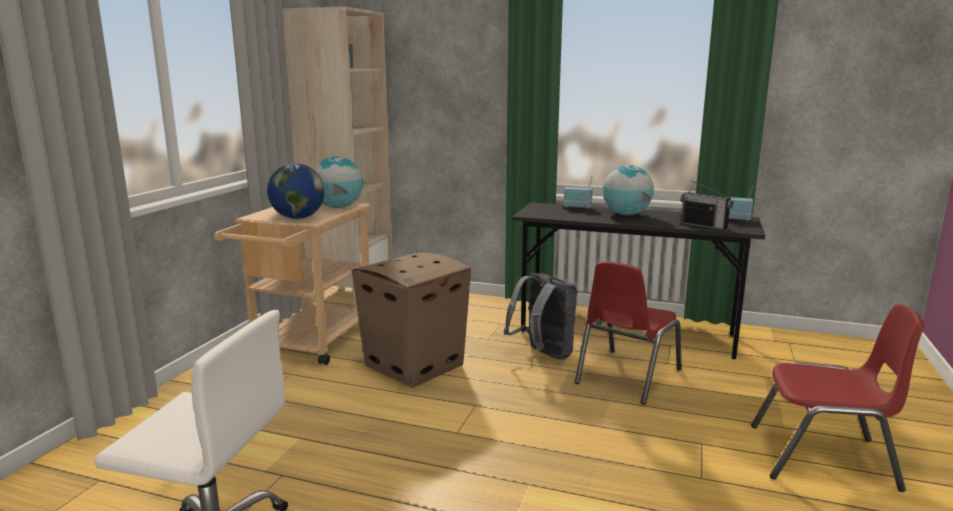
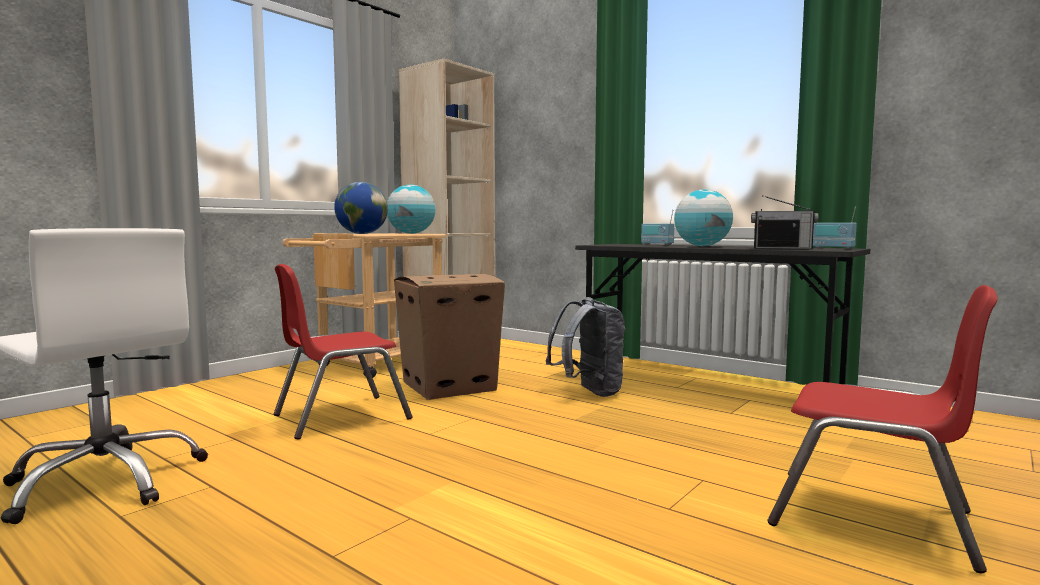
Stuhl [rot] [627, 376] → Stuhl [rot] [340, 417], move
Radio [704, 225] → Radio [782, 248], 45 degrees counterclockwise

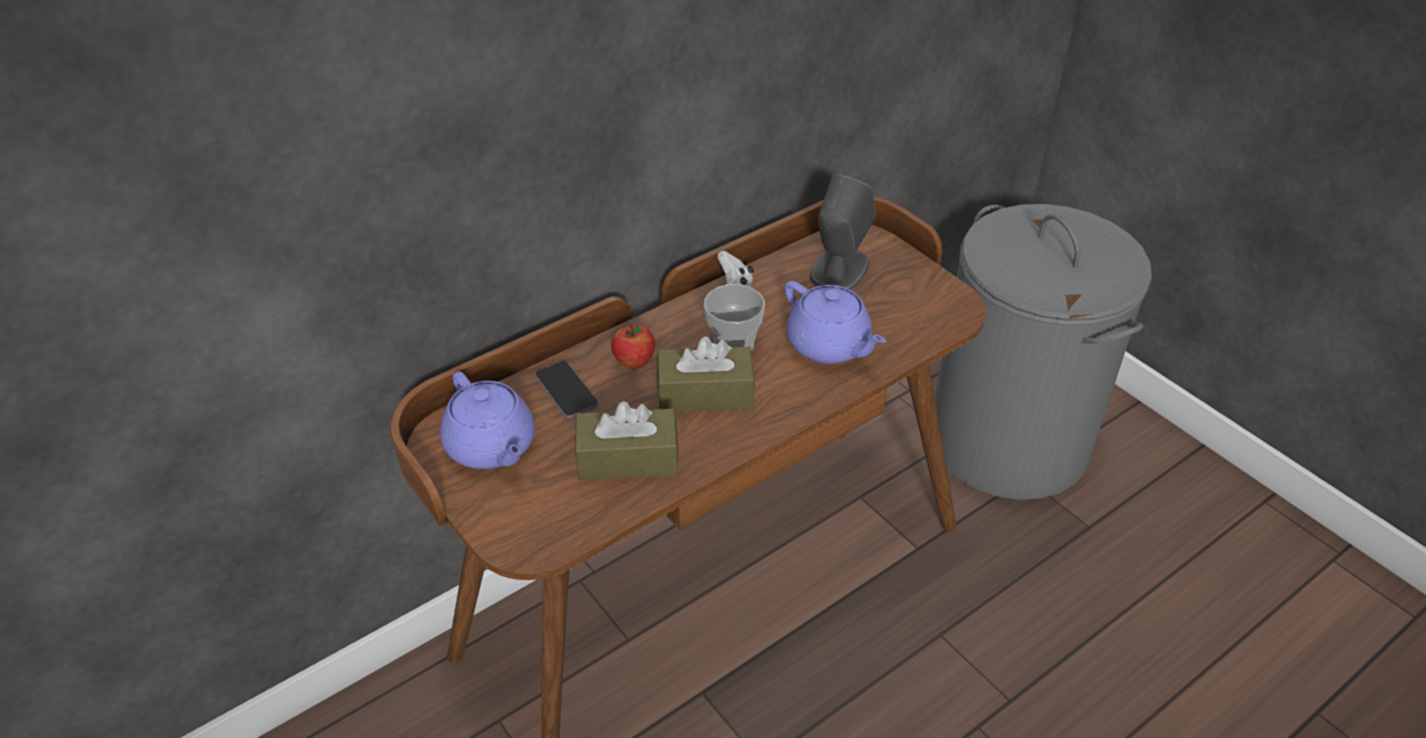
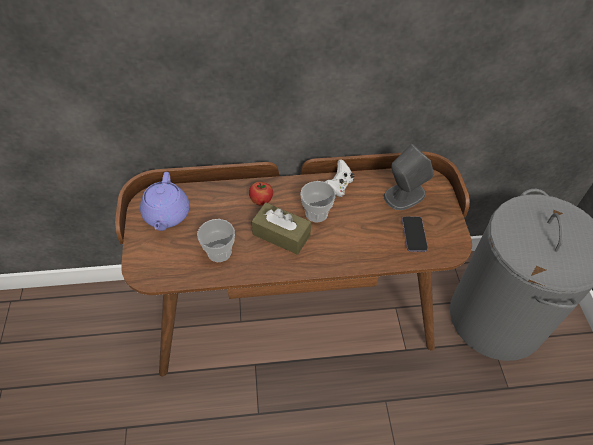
Teekanne [lila] [829, 346] → -
Handy [566, 391] → Handy [414, 234], move
Taschentuchbox [braun] [627, 459] → Tasse [219, 252]

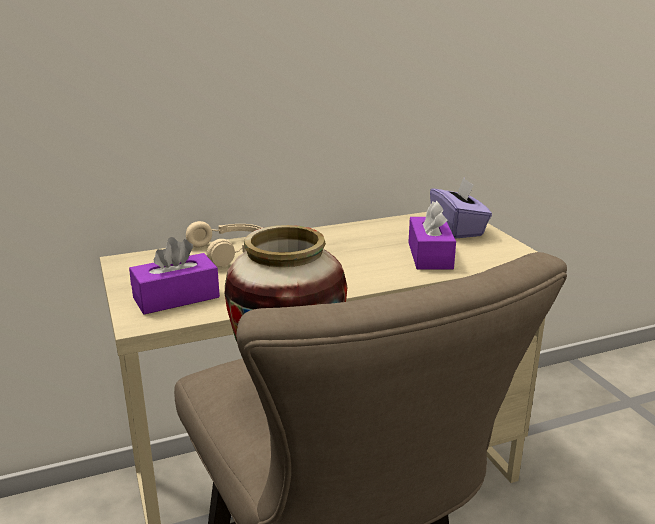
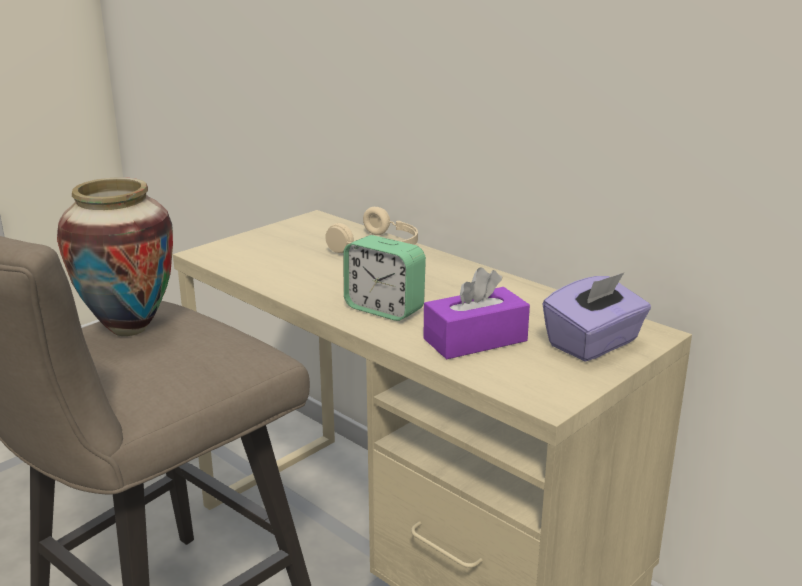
Taschentuchbox [lila] [176, 297] → -
- → Wecker [384, 309]

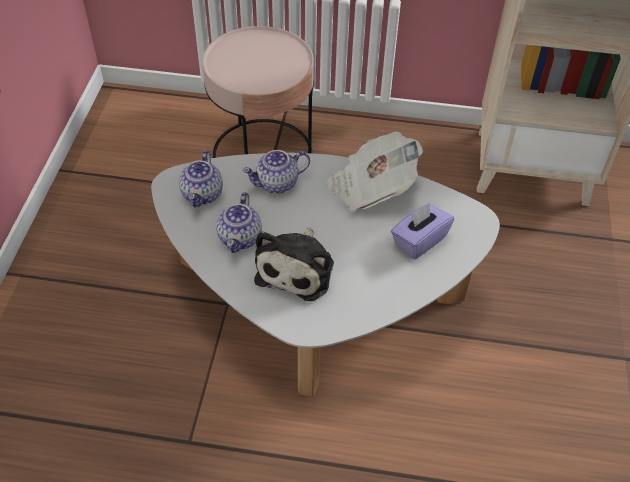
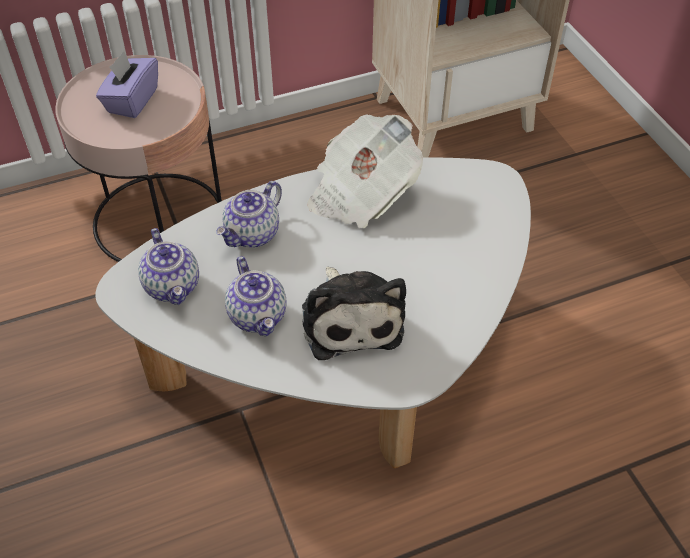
Taschentuchbox [lila] [419, 241] → Taschentuchbox [lila] [132, 100], move

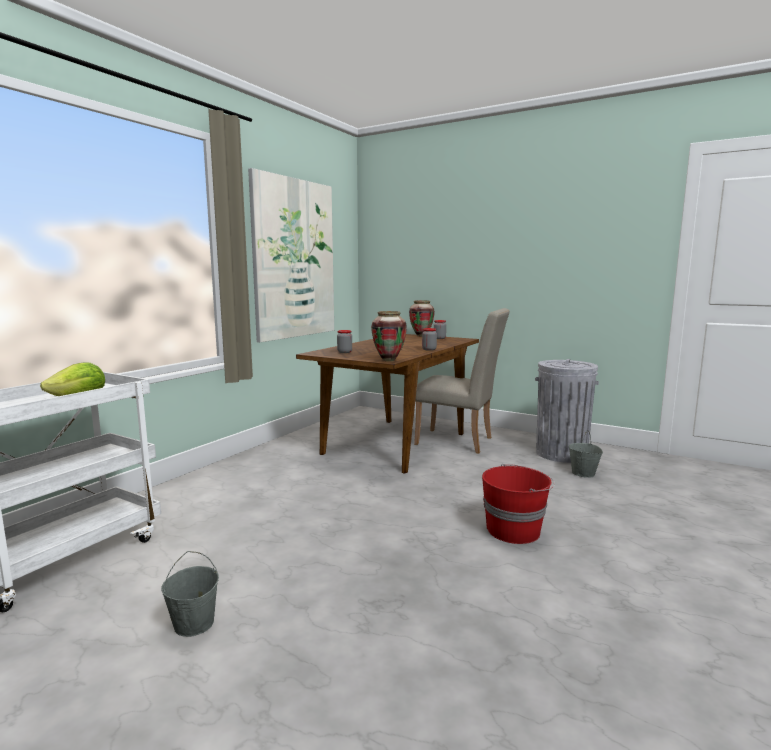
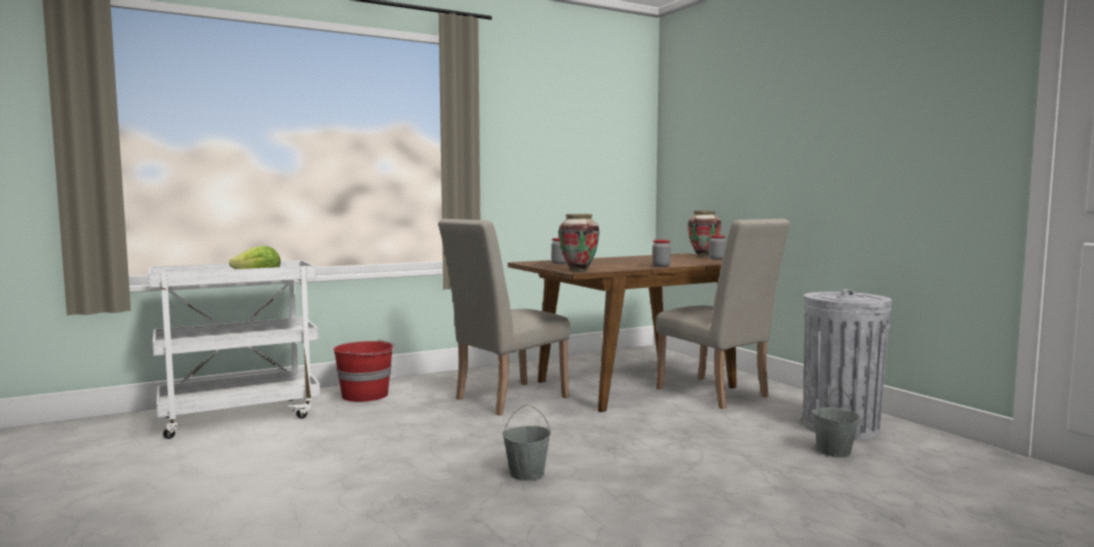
Bild [294, 259] → -
- → Stuhl [beige] [504, 399]
Eimer [grau] [194, 623] → Eimer [grau] [527, 474], move
Eimer [rot] [514, 530] → Eimer [rot] [366, 395], move

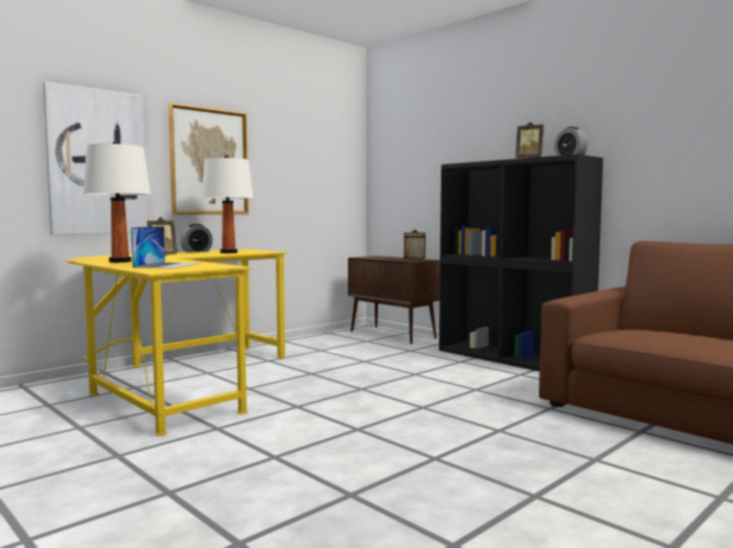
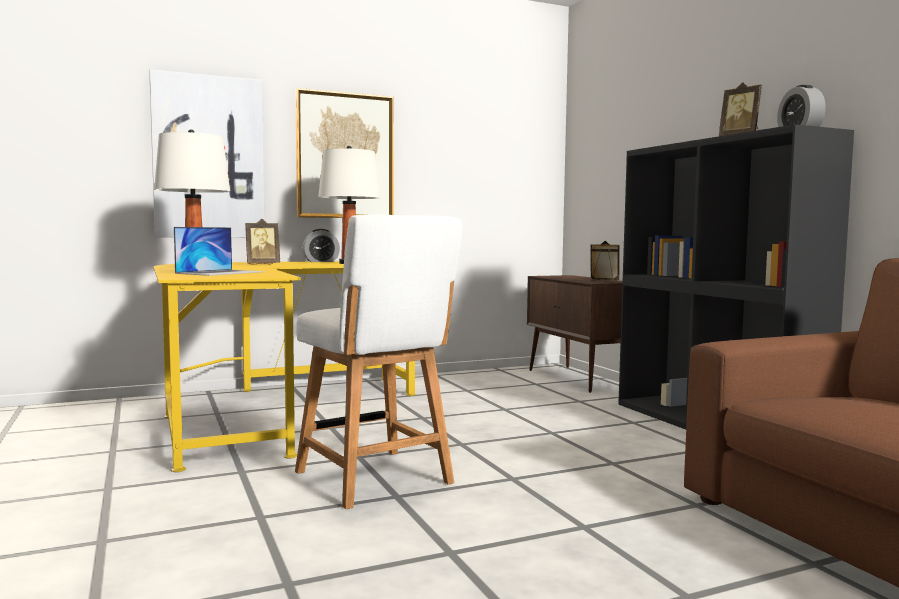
- → Stuhl [weiß] [377, 480]

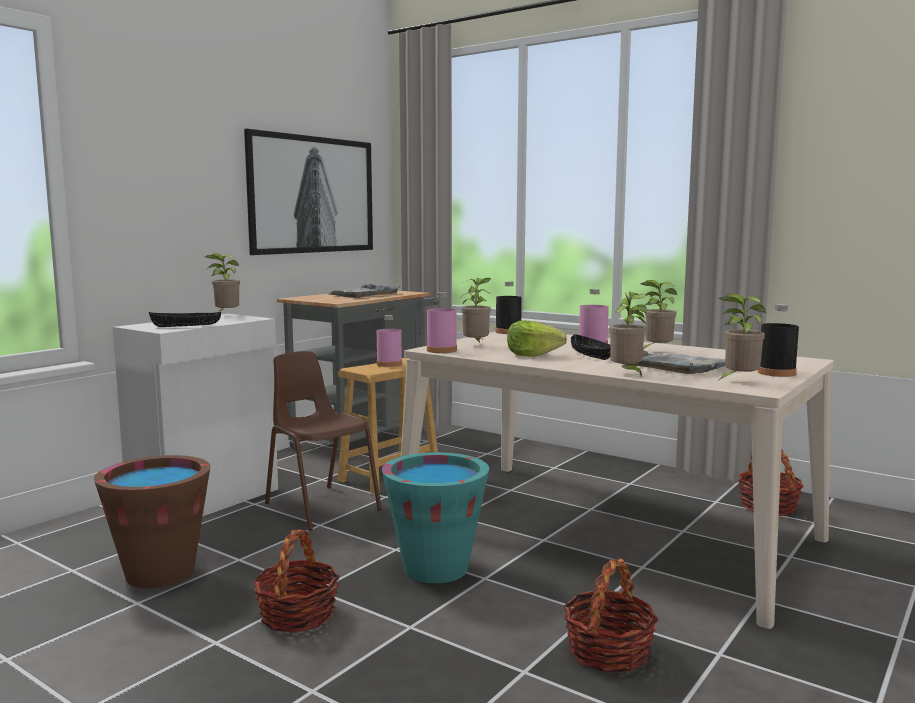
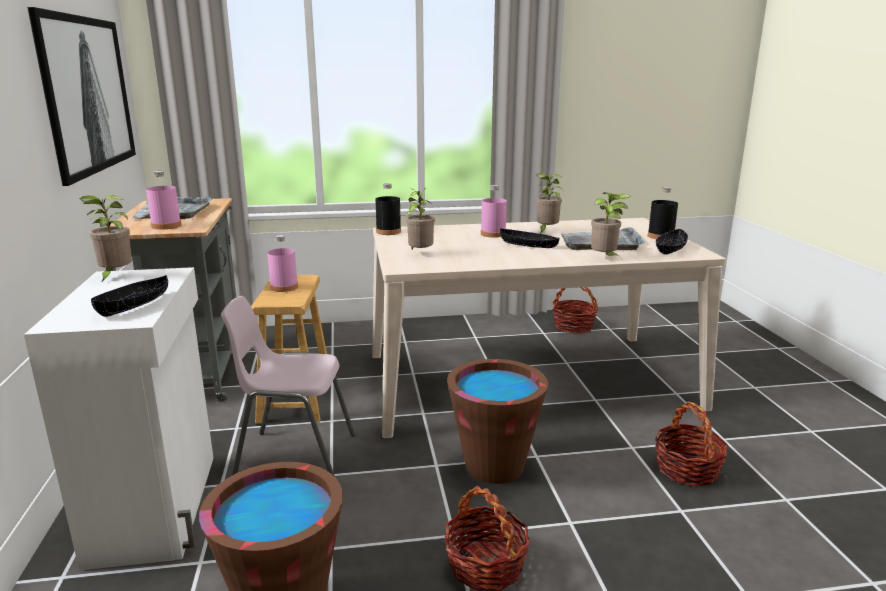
Salatkopf [533, 355] → -
Flasche [rosa] [441, 350] → Flasche [rosa] [166, 226], move
Topfpflanze [738, 381] → Schüssel [schwarz] [670, 249]
Stuhl [braun] [321, 506] → Stuhl [rosa] [295, 456]
Eimer [türkis] [436, 568] → Eimer [braun] [494, 466]

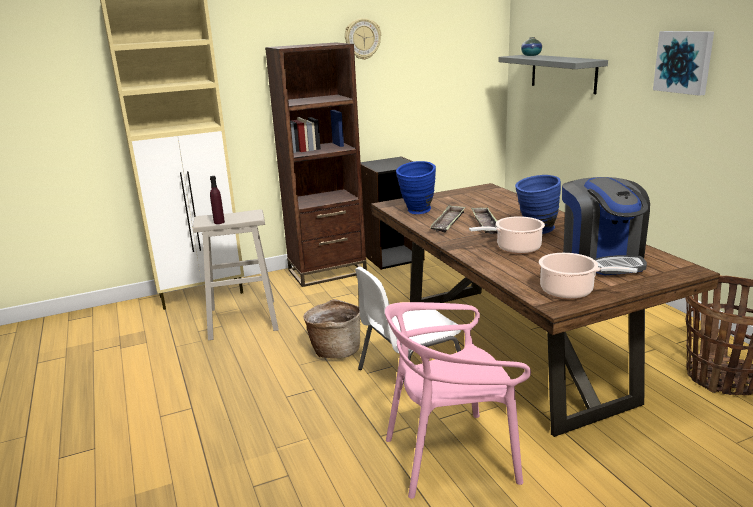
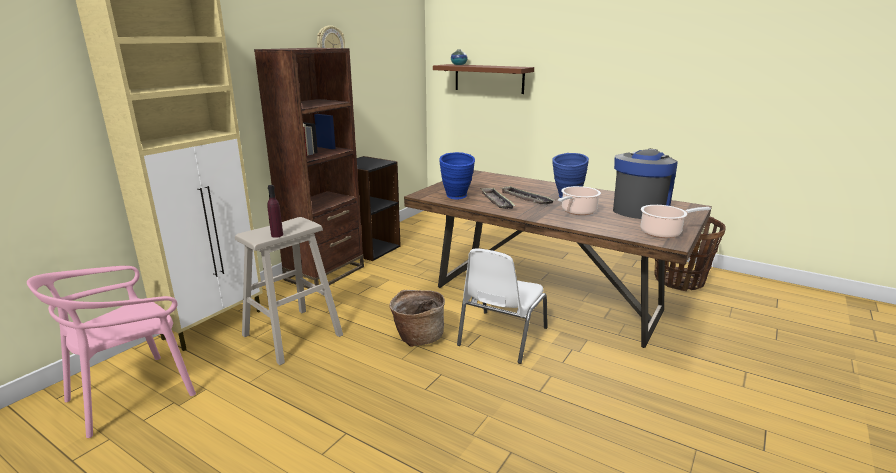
Bild [684, 62] → -
Stuhl [rosa] [451, 456] → Stuhl [rosa] [131, 394], move
Wandregal [grau] [563, 73] → Wandregal [braun] [489, 78]
Kaffeemaschine [602, 259] → Kaffeemaschine [639, 209], 105 degrees counterclockwise

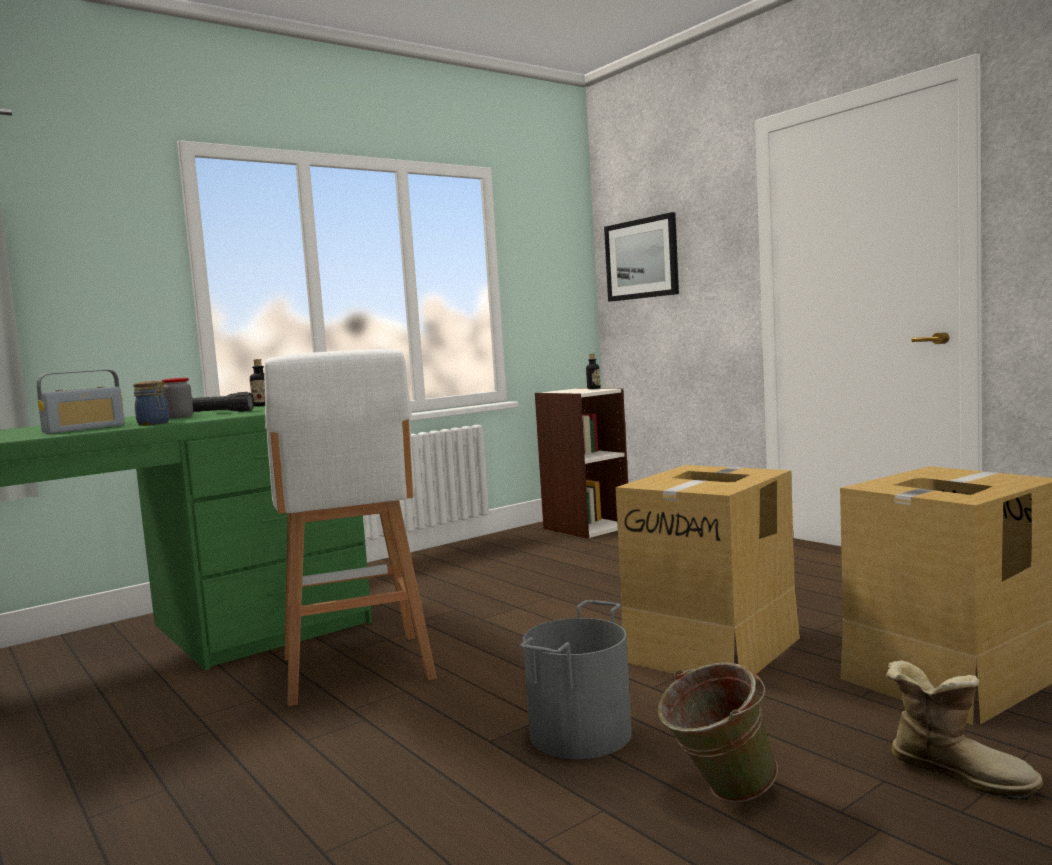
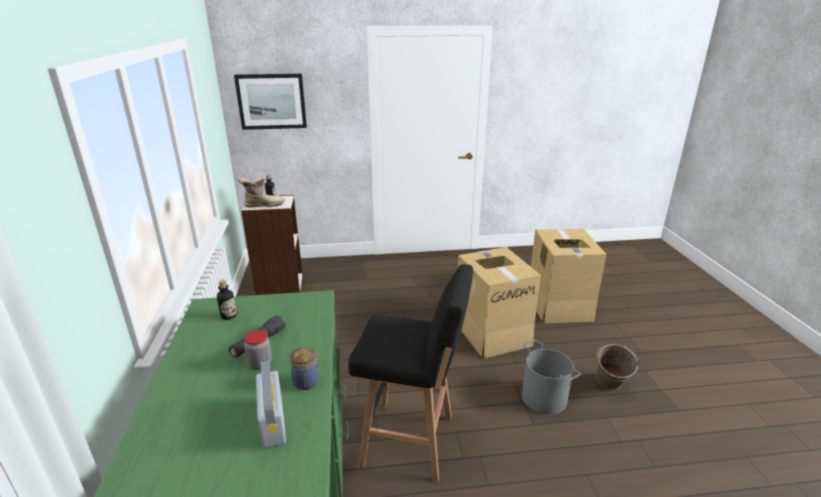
Stiefel [958, 772] → Stiefel [263, 205], move
Hocker [weiß] [357, 670] → Hocker [schwarz] [411, 441]

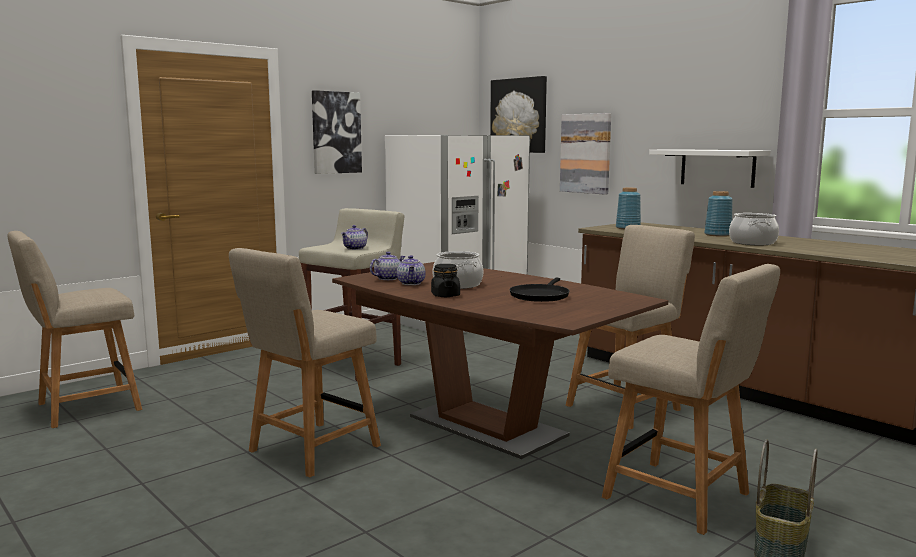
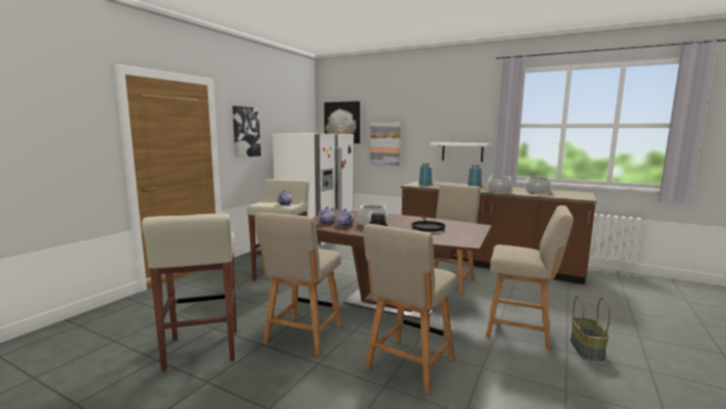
- → Hocker [beige] [202, 350]
- → Kochtopf [537, 192]
Stuhl [beige] [83, 408] → Stuhl [beige] [408, 366], move

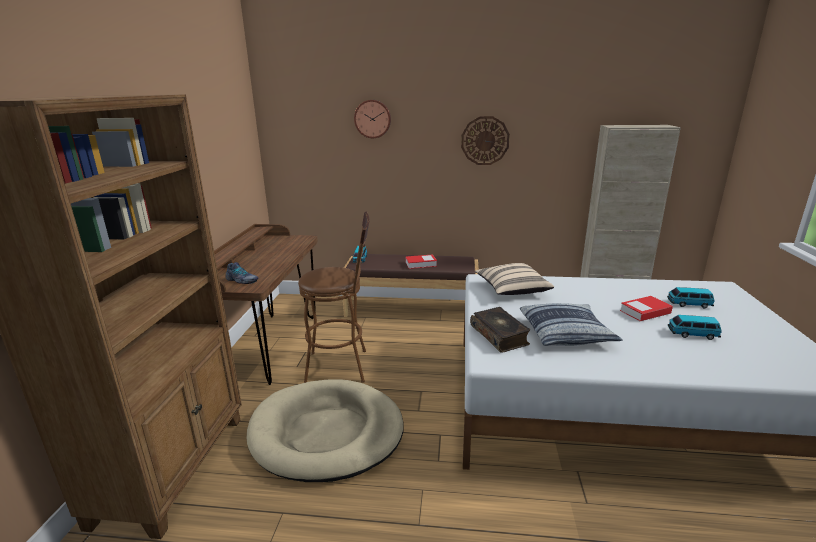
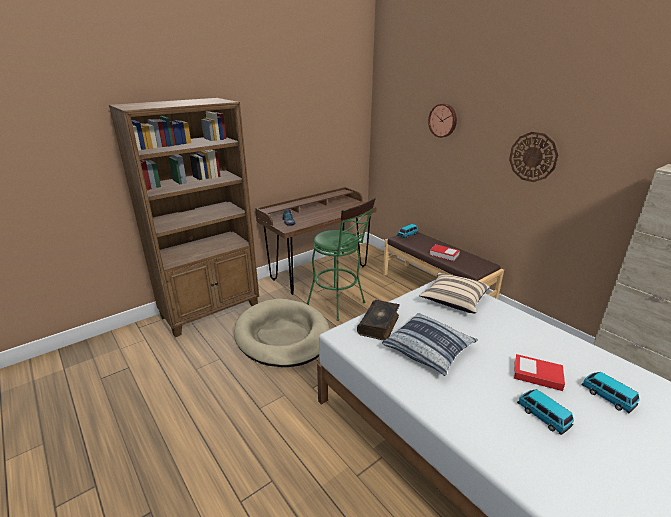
Hocker [braun] [343, 366] → Hocker [grün] [340, 305]

